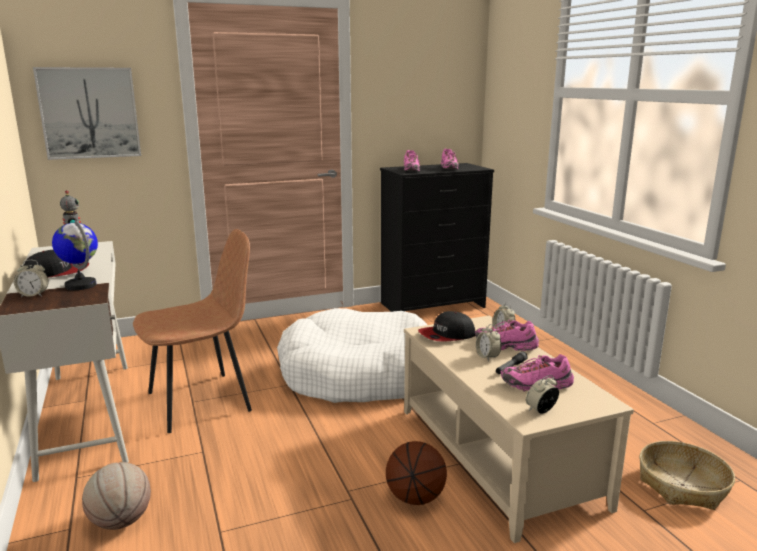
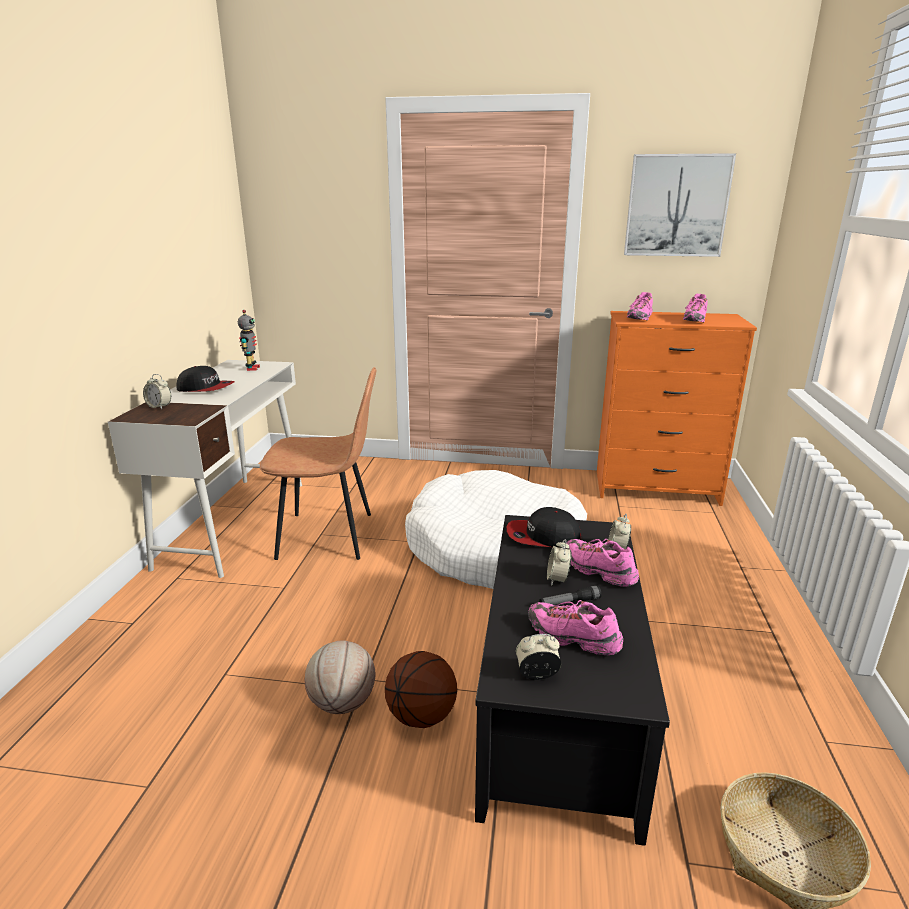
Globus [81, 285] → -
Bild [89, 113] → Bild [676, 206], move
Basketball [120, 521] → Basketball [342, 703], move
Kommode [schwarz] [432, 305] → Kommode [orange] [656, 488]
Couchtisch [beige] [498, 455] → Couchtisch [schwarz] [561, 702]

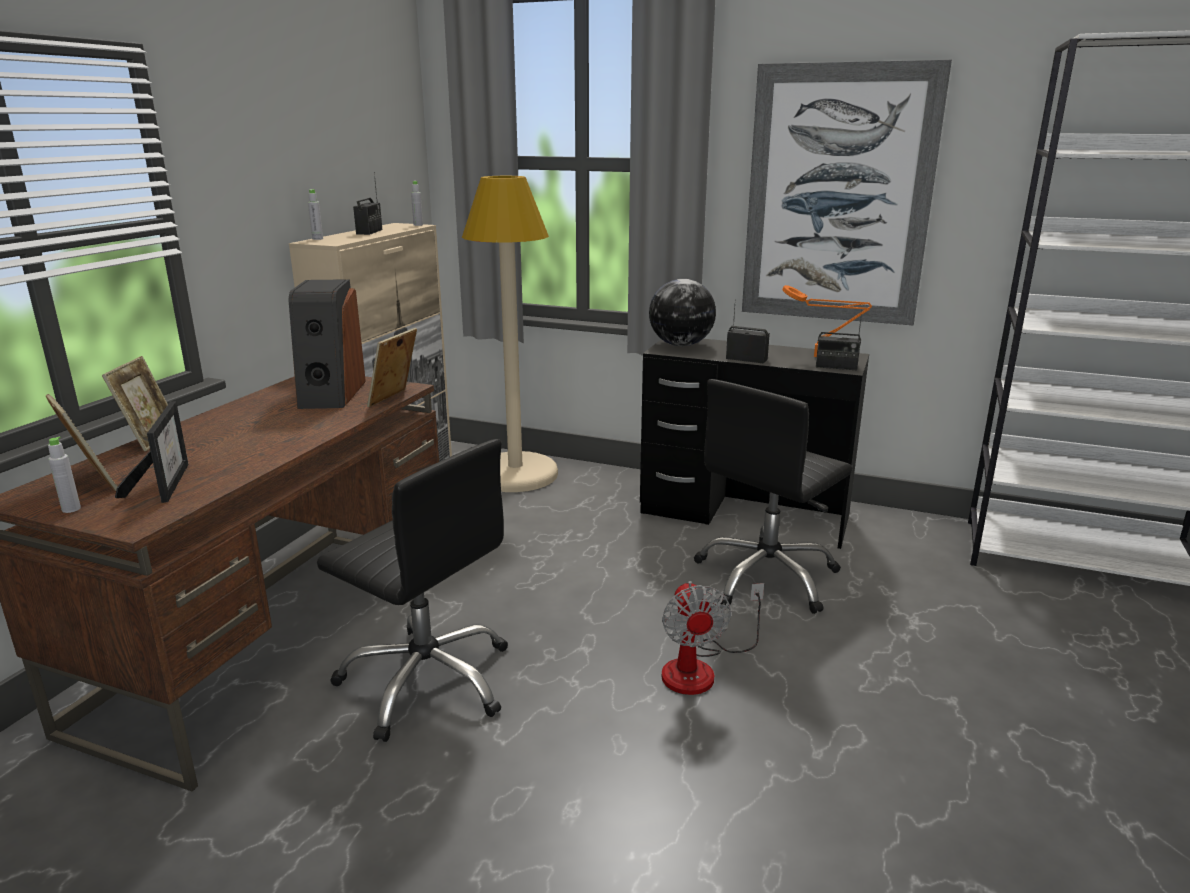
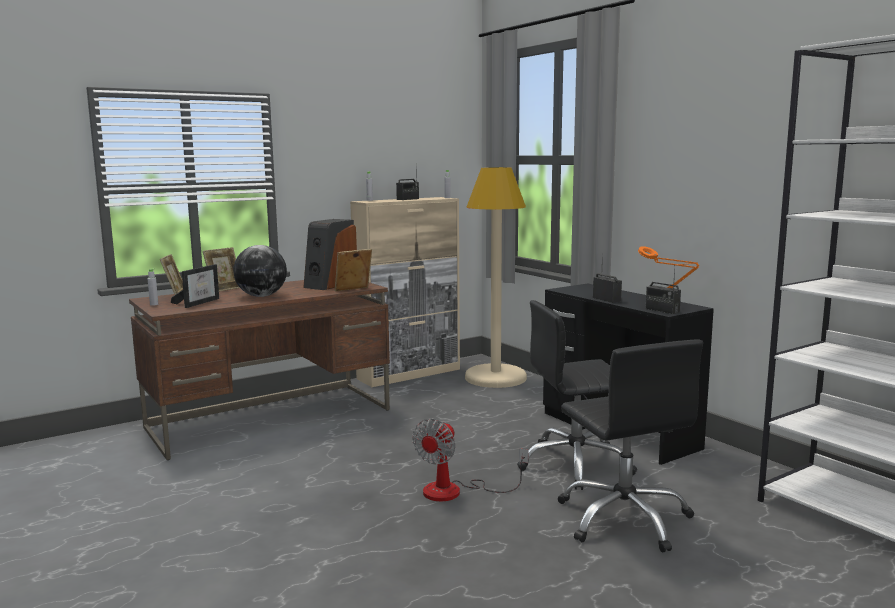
Bild [837, 196] → -
Bürostuhl [schwarz] [427, 680] → Bürostuhl [schwarz] [624, 518], move
Globus [681, 345] → Globus [262, 296], move

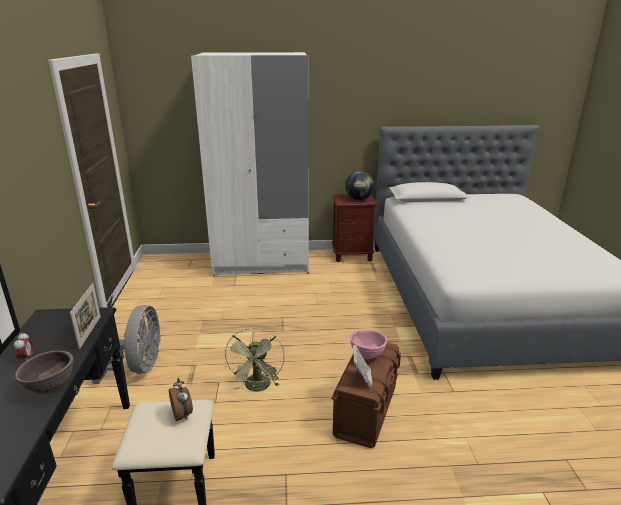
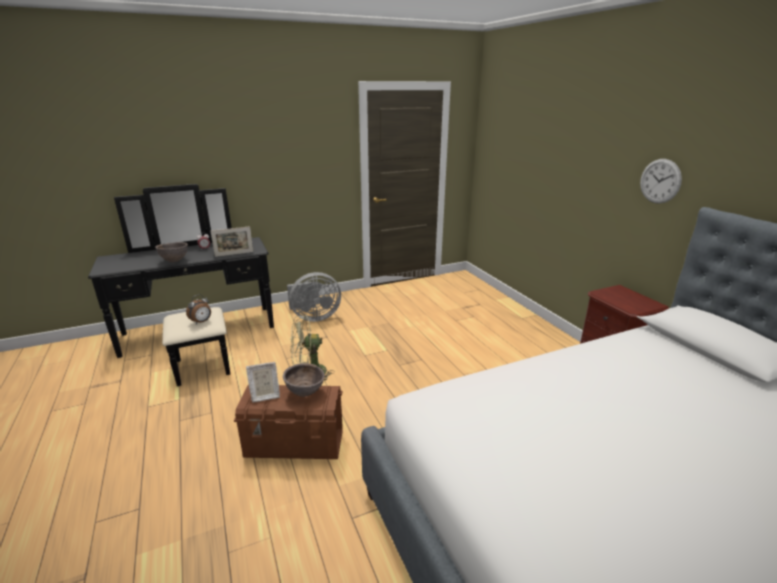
Kleiderschrank [weiß] [261, 263] → -
Globus [359, 199] → -
- → Wanduhr [660, 181]
Schüssel [rosa] [367, 356] → Schüssel [braun] [305, 393]

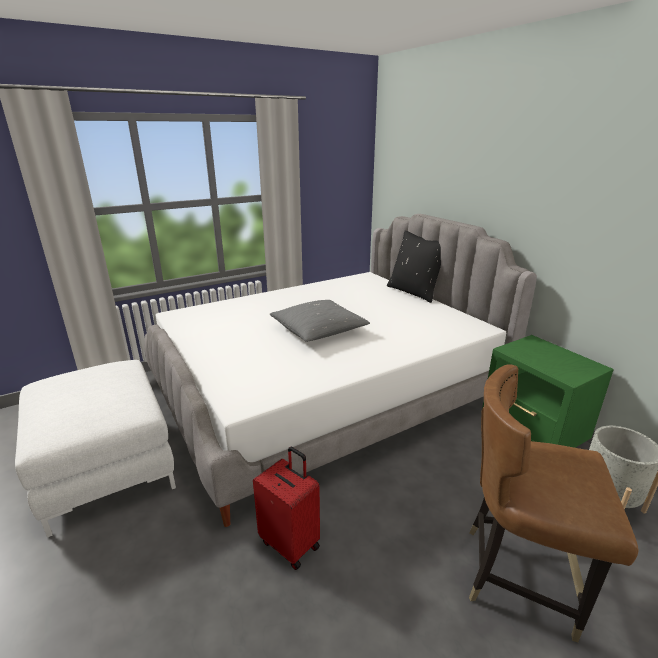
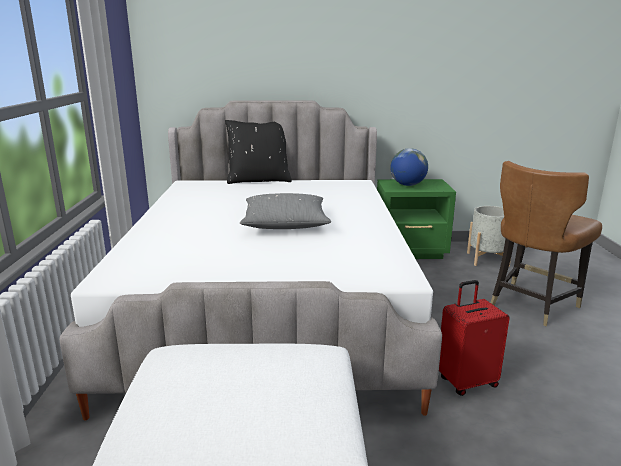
- → Globus [408, 185]

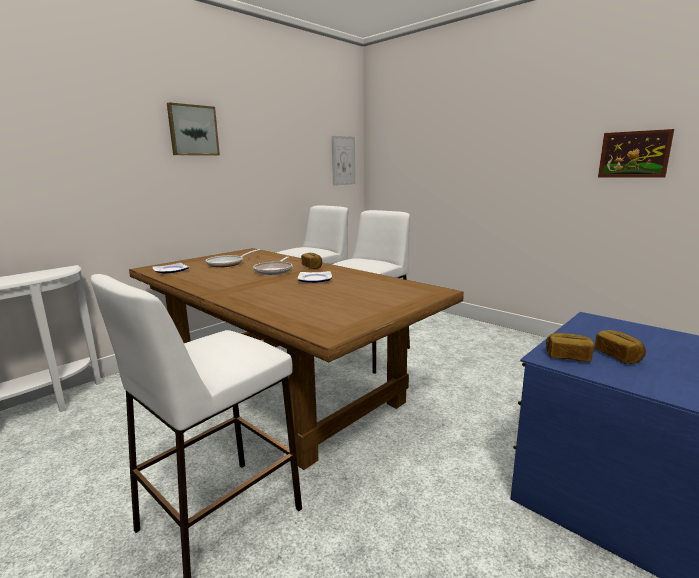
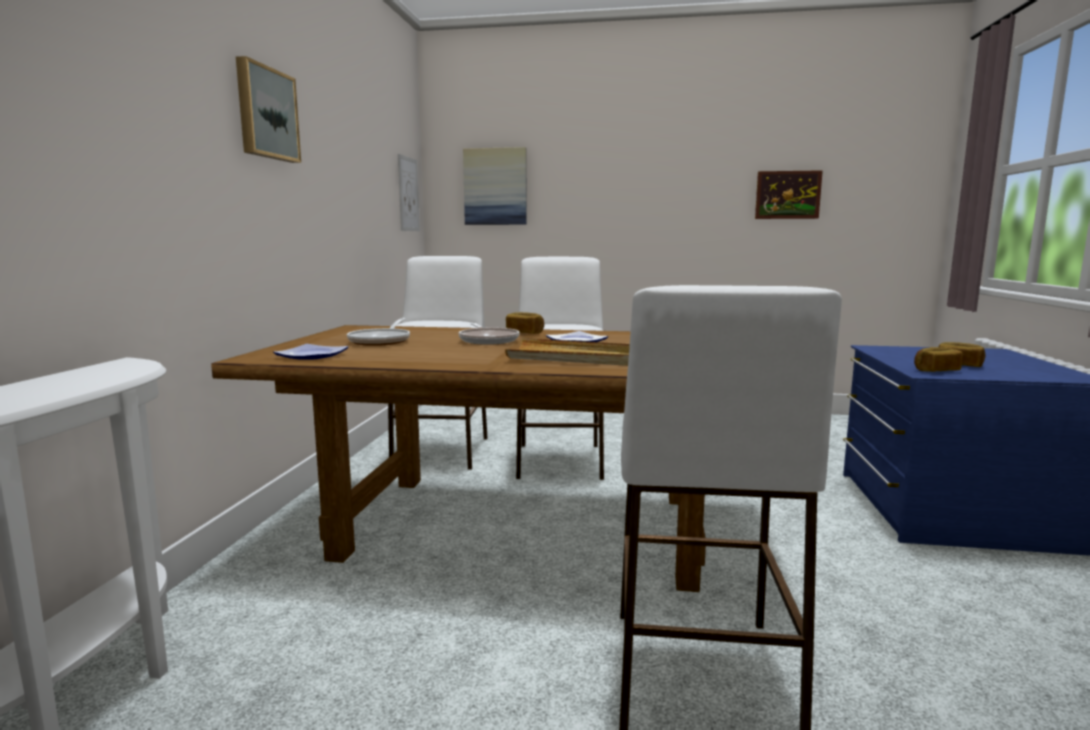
- → Bild [495, 187]
- → Tablett [beige] [575, 358]

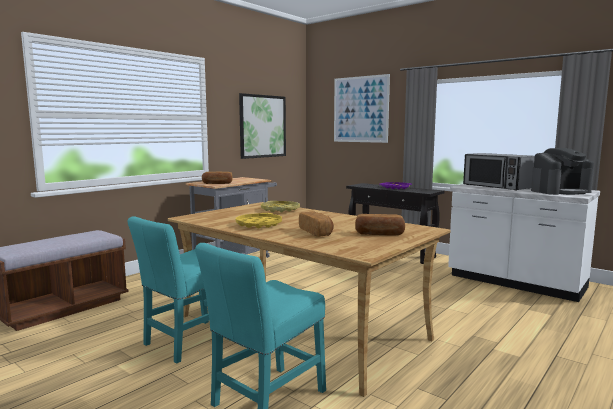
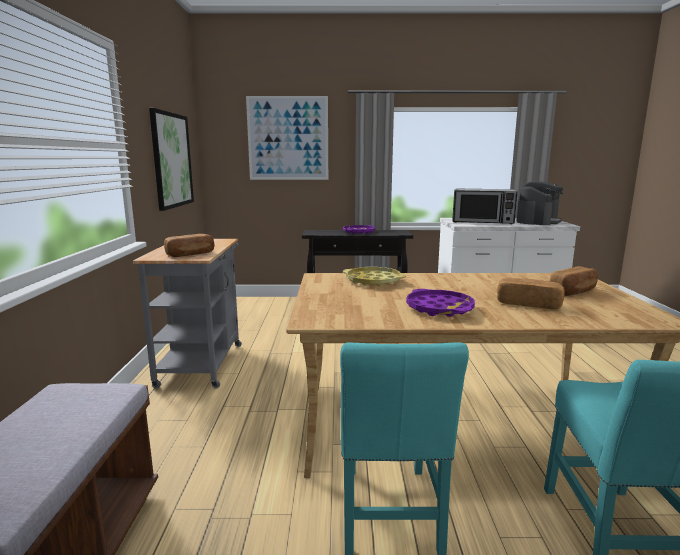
Tablett [gelb] [259, 224] → Tablett [lila] [439, 308]

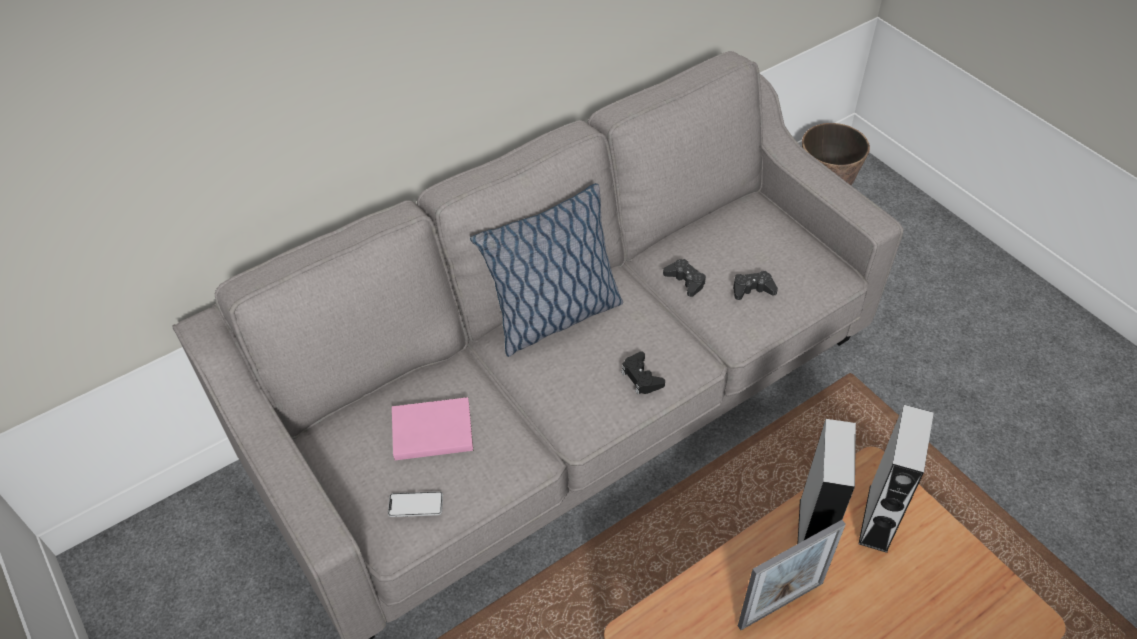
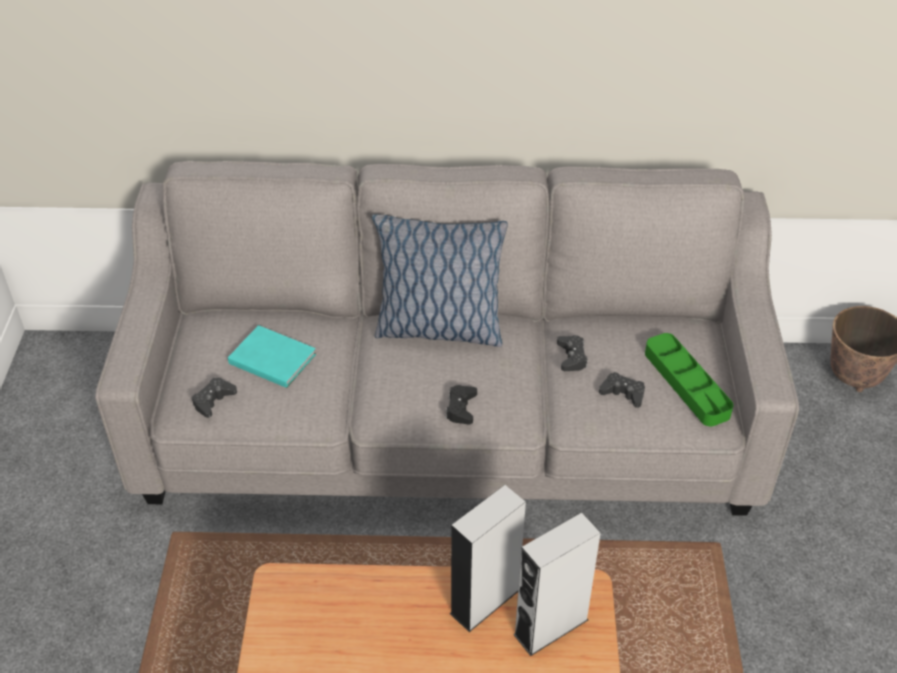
Bilderrahmen [780, 604] → -
- → Tablett [grün] [686, 383]
Handy [415, 505] → Gamepad [schwarz] [213, 400]
Buch [rosa] [430, 430] → Buch [türkis] [271, 357]

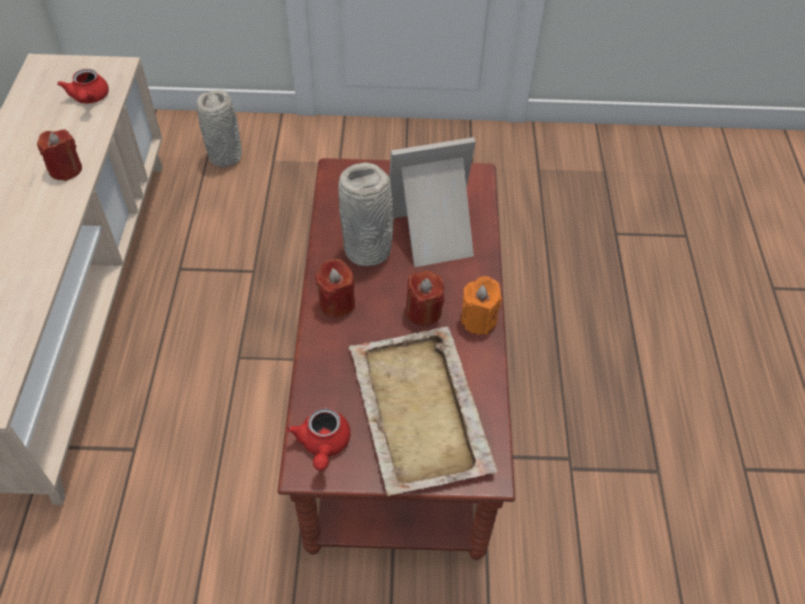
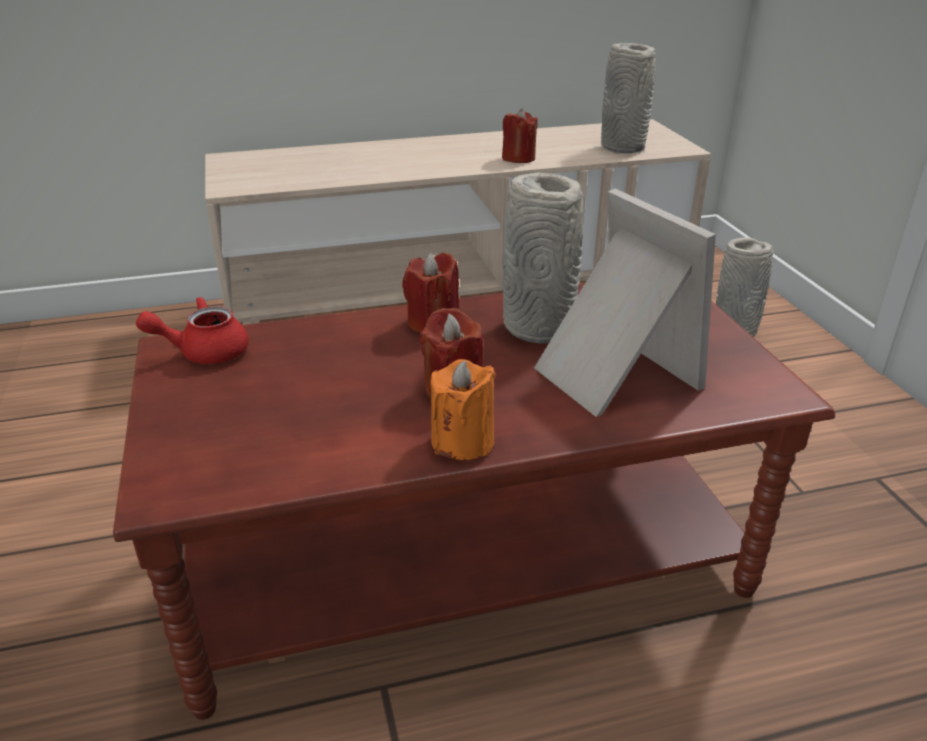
Tablett [beige] [419, 412] → -
Teekanne [rot] [89, 98] → Vase [grau] [623, 148]

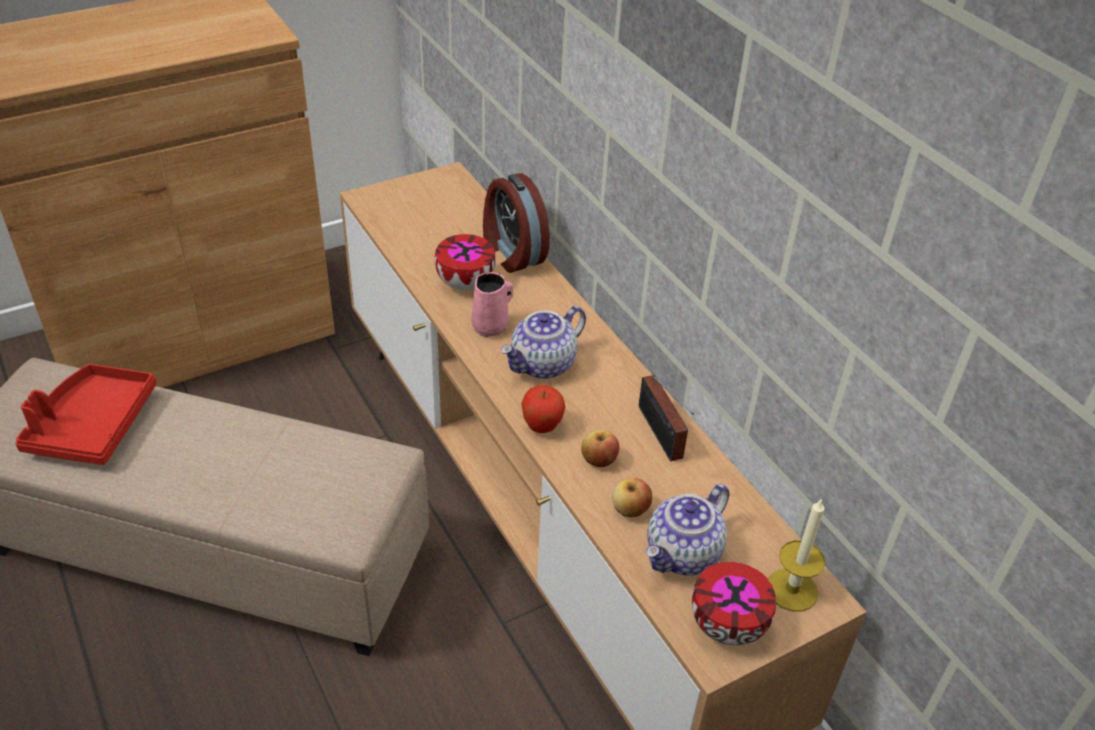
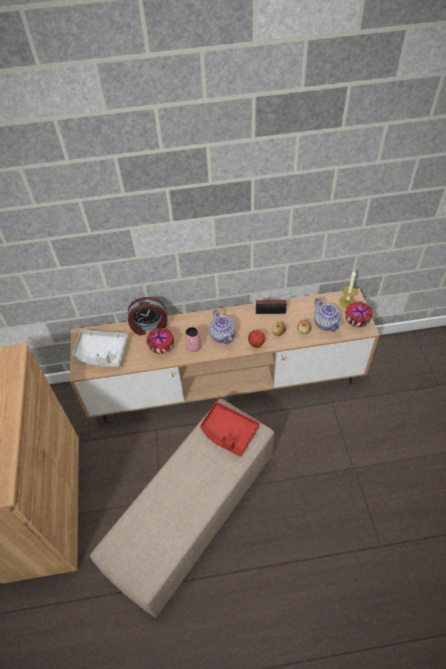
- → Tablett [grau] [101, 353]
Tablett [rot] [92, 426] → Tablett [rot] [228, 432], move

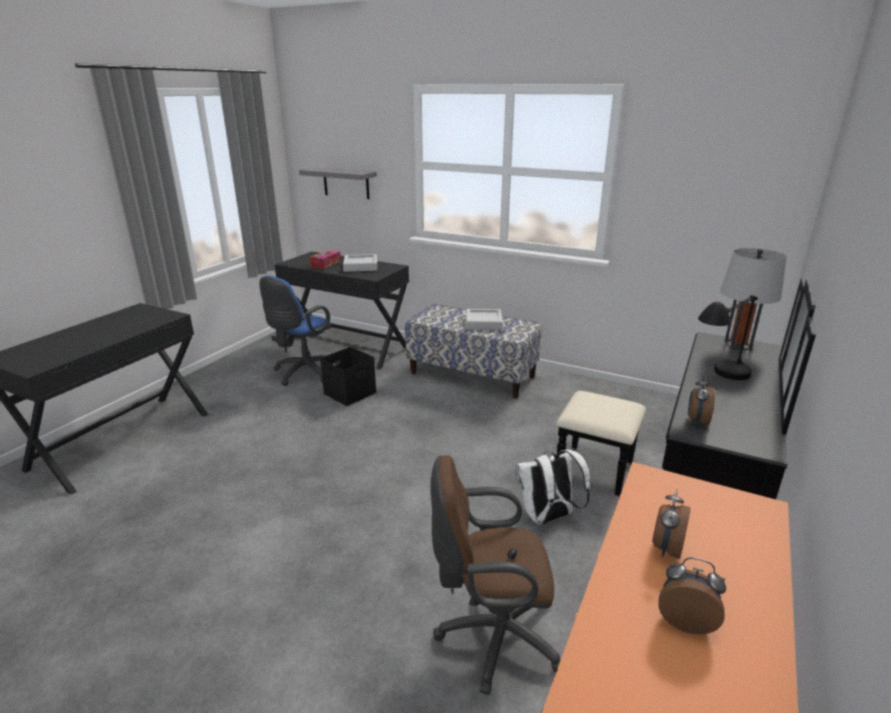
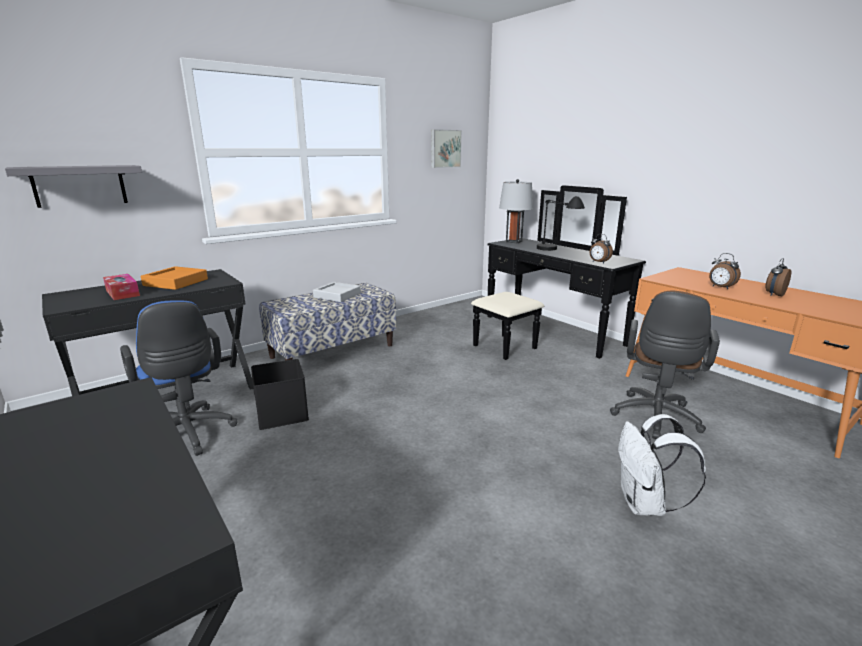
- → Bild [445, 148]
Rucksack [weiß] [547, 517] → Rucksack [weiß] [645, 504], move
Tablett [grau] [360, 266] → Tablett [orange] [176, 282]

